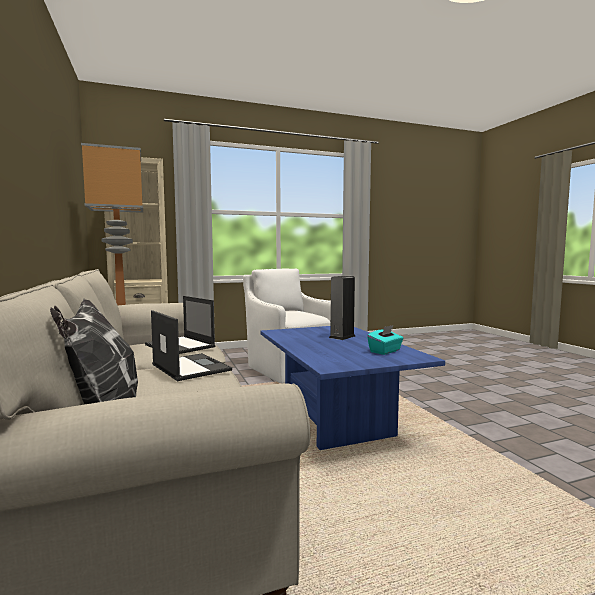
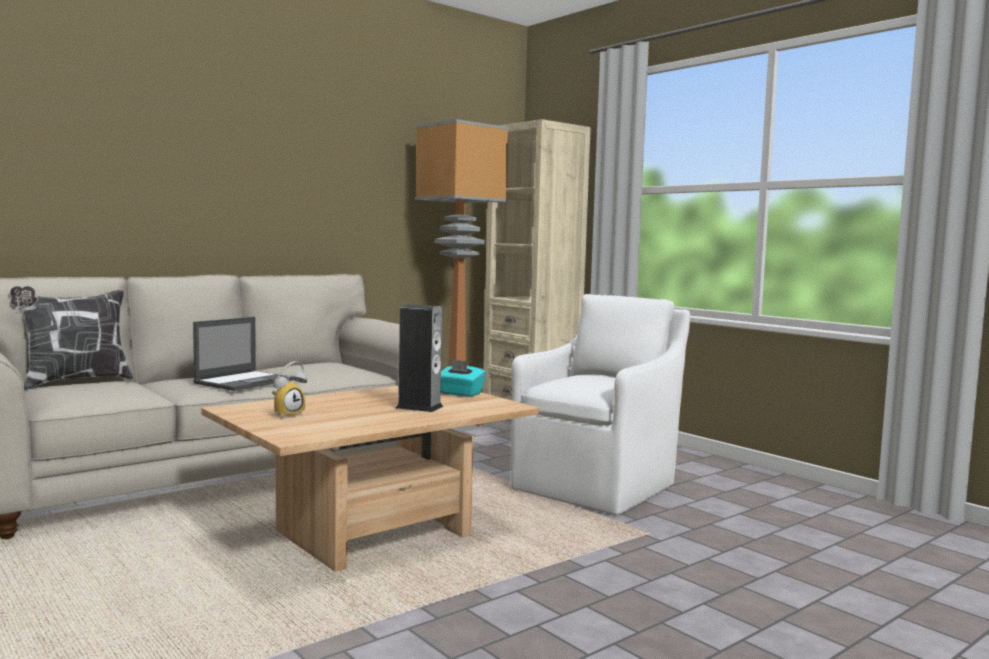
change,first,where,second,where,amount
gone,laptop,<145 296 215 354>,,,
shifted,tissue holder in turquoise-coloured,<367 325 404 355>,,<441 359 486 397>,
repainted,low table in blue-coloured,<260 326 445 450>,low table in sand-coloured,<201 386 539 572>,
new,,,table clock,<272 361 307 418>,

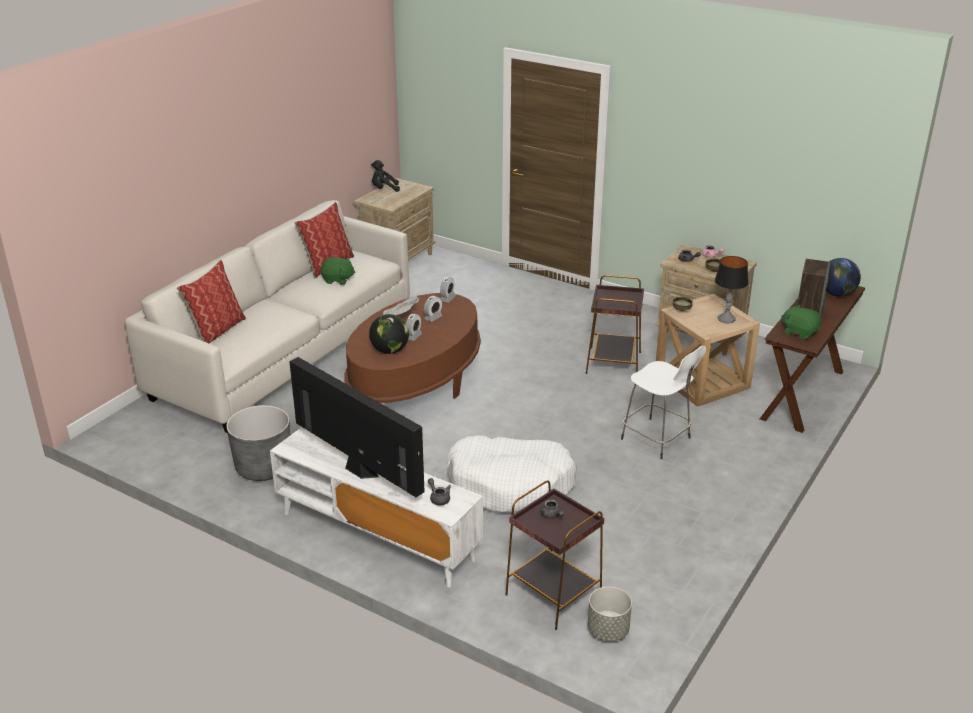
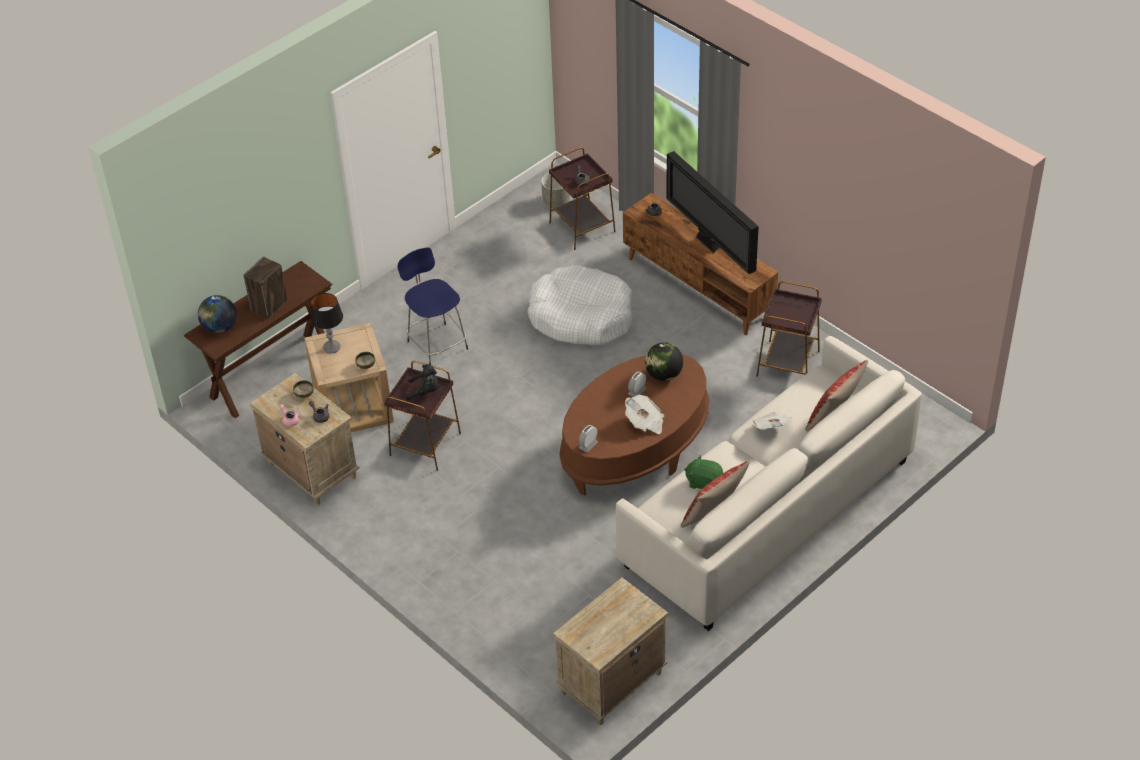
change,first,where,second,where,amount
shifted,soft toy in black,<371 160 400 192>,,<405 364 439 400>,
gone,table clock,<424 296 443 322>,,,
gone,soft toy in green-coloured,<782 305 821 340>,,,
repainted,stool in white-coloured,<621 346 706 459>,stool in blue-coloured,<398 247 468 365>,
swapped,plant pot in gray,<226 405 290 481>,end table in brown-coloured,<756 281 822 377>,
repainted,media console in white-coloured,<270 427 483 588>,media console in brown-coloured,<623 193 778 335>,
new,,,printed paper,<753 412 792 430>,

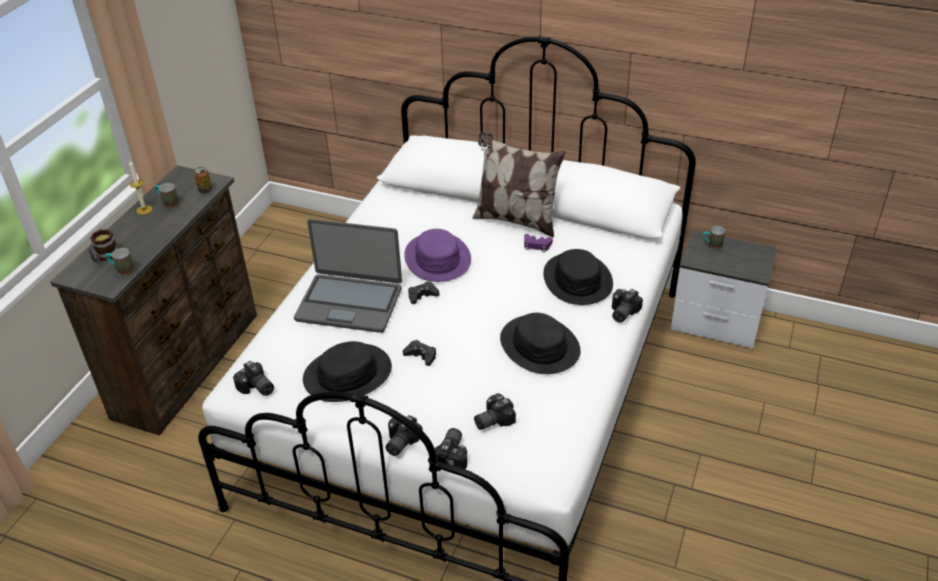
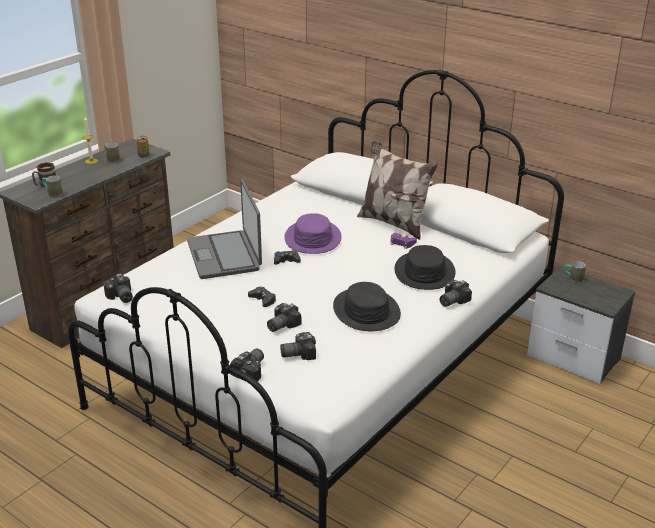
change,first,where,second,where,amount
rotated,laptop,<294 219 402 333>,,<187 179 262 279>,45 degrees clockwise
gone,clothing hat in black,<303 341 392 402>,,,
shifted,still camera,<385 415 423 456>,,<267 303 301 332>,

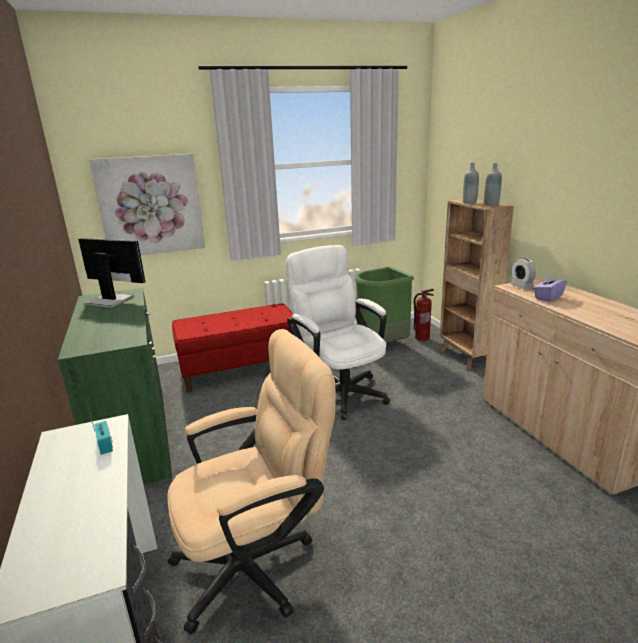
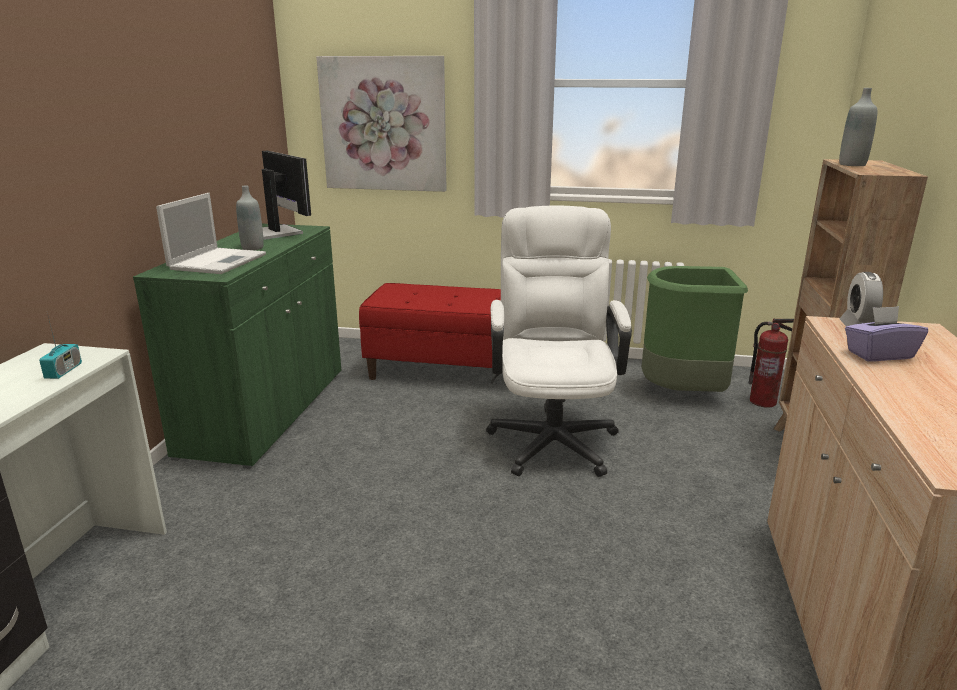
change,first,where,second,where,amount
shifted,beverage bottle in gray,<484 163 502 206>,,<236 185 264 250>,
gone,office chair in sand-coloured,<167 329 335 634>,,,
new,,,laptop,<156 193 266 274>,

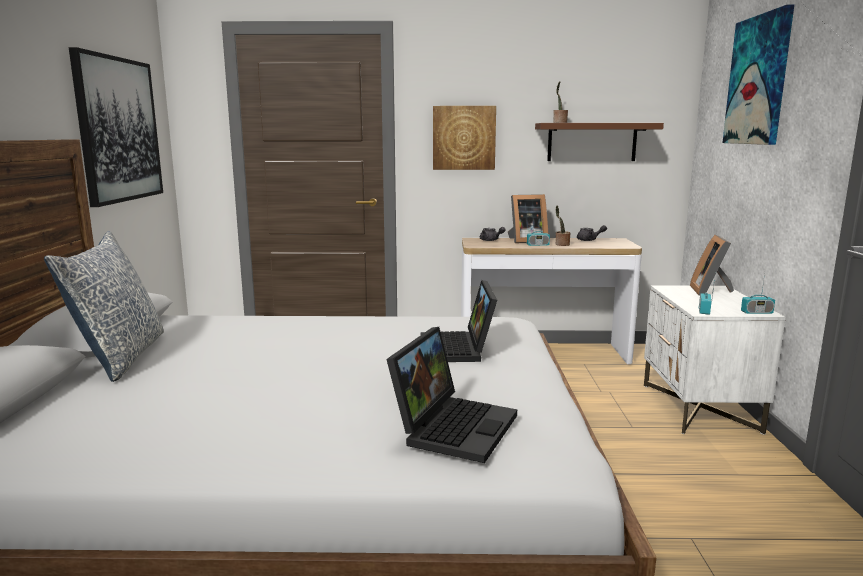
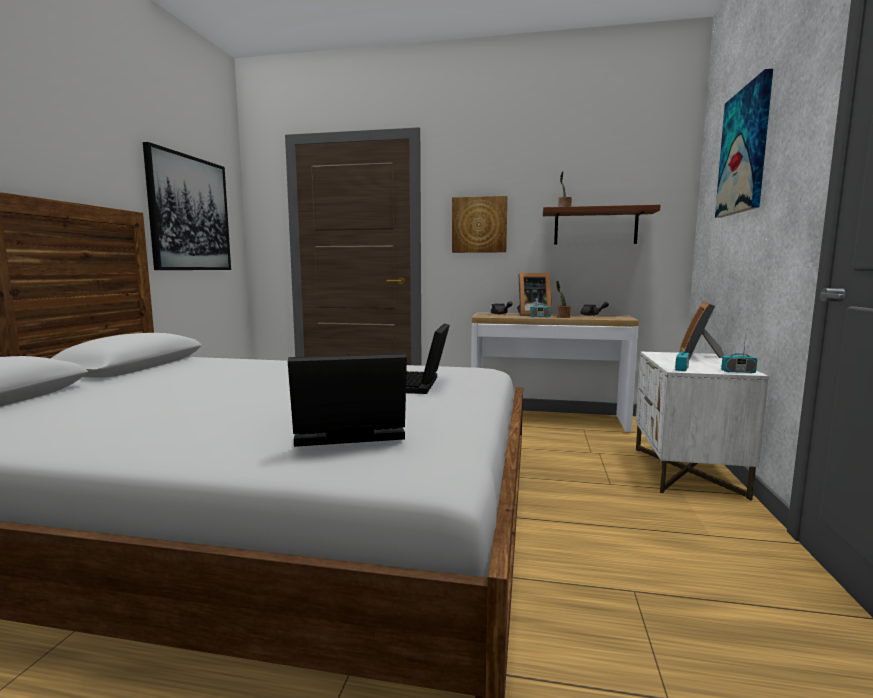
change,first,where,second,where,amount
gone,throw pillow,<44 231 164 382>,,,
rotated,laptop,<386 327 517 463>,,<288 353 407 447>,135 degrees counterclockwise

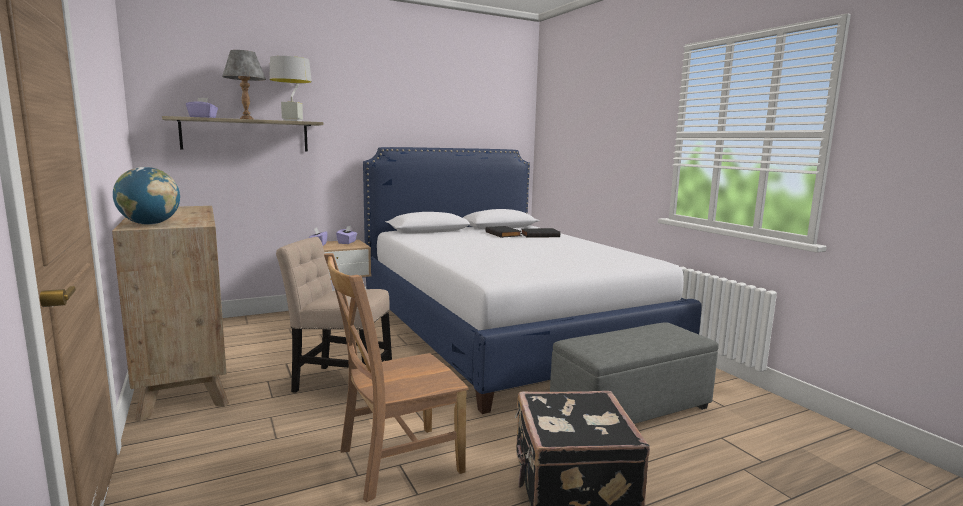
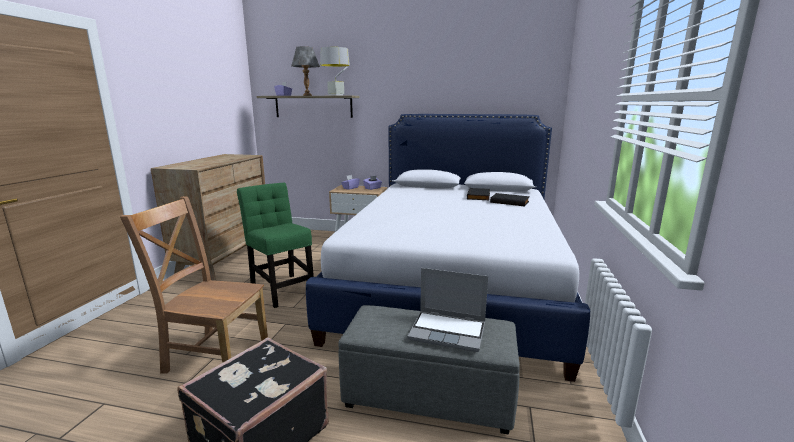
change,first,where,second,where,amount
gone,desk globe,<113 167 180 225>,,,
repainted,upright chair in sand-coloured,<276 237 392 393>,upright chair in green-coloured,<237 183 314 308>,
new,,,laptop,<407 268 488 352>,

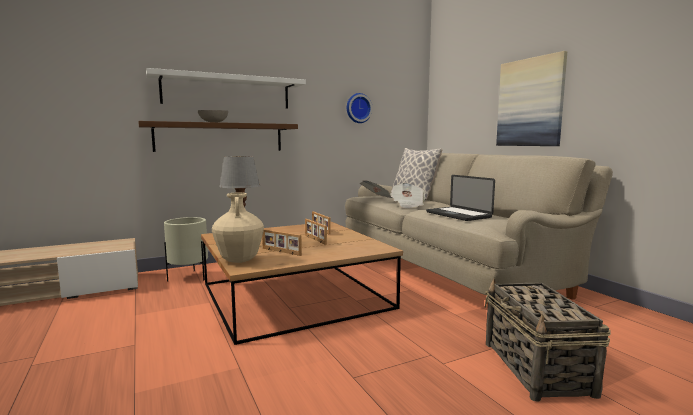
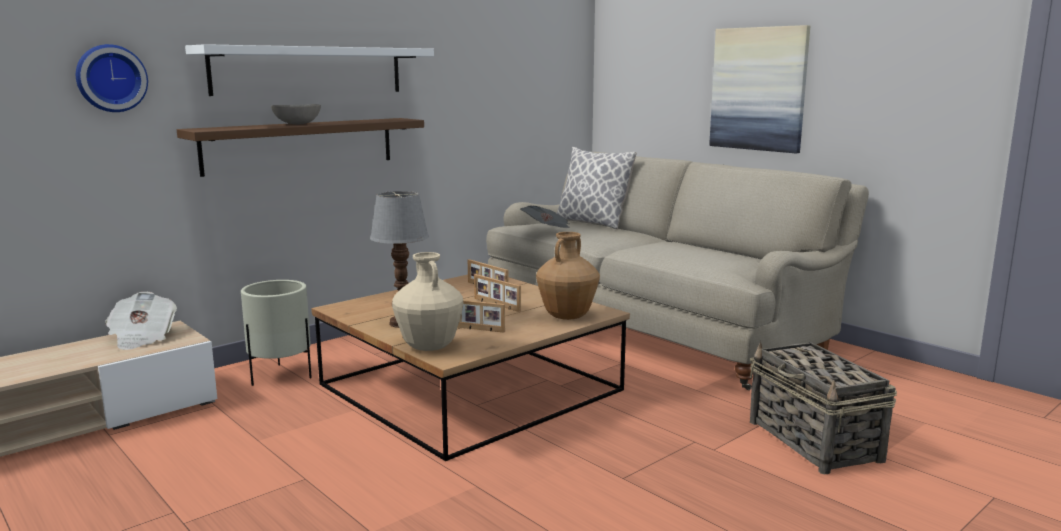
change,first,where,second,where,amount
shifted,clock on the wall,<347 93 373 123>,,<76 44 148 112>,
gone,laptop,<426 175 495 221>,,,
shifted,printed paper,<390 183 425 208>,,<105 292 177 350>,
new,,,flower vase in brown-coloured,<536 232 600 320>,

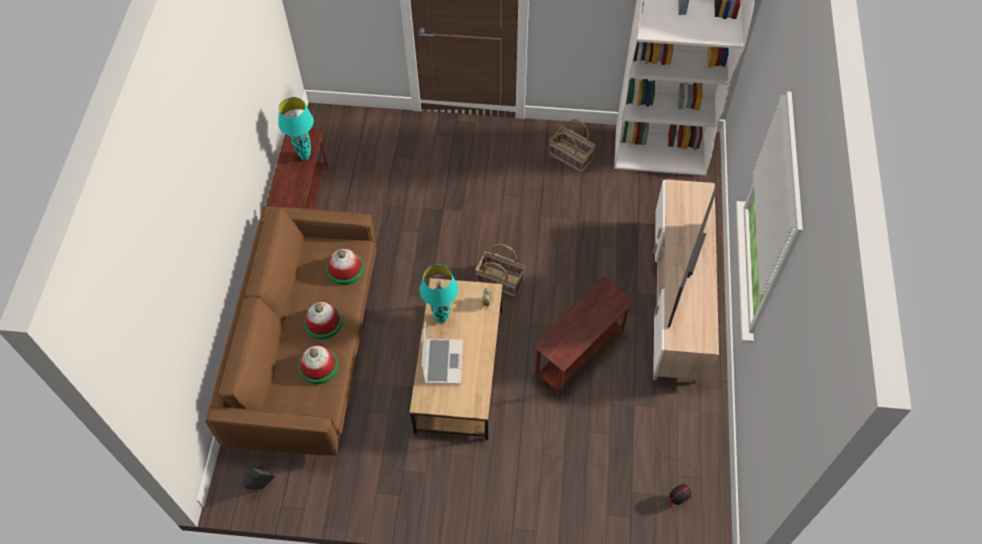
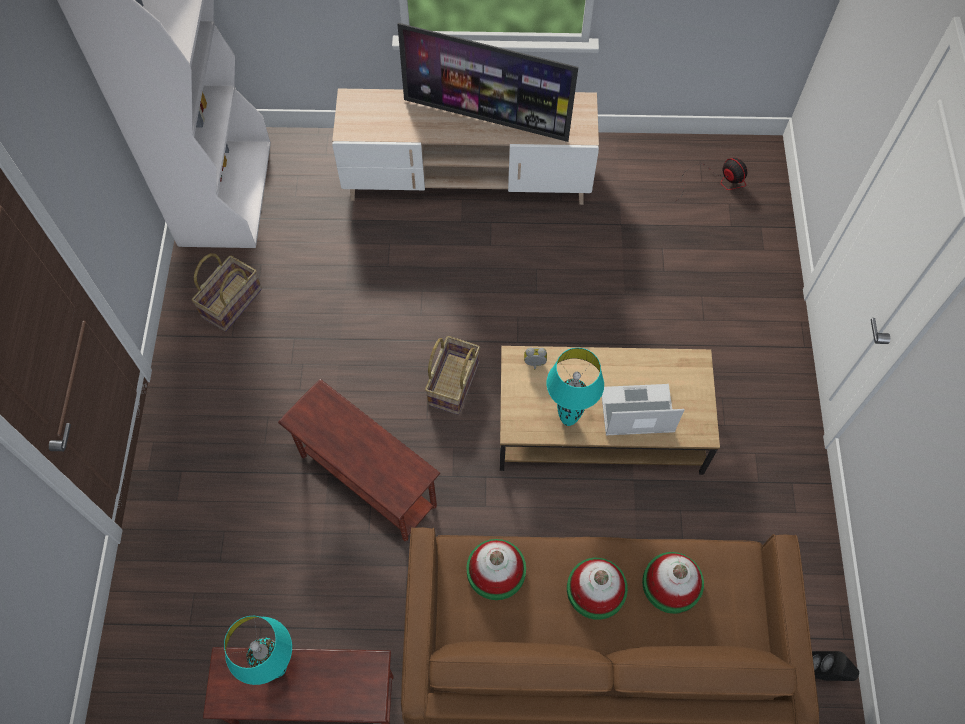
change,first,where,second,where,amount
shifted,end table in brown-coloured,<532 276 636 395>,,<278 379 440 541>,

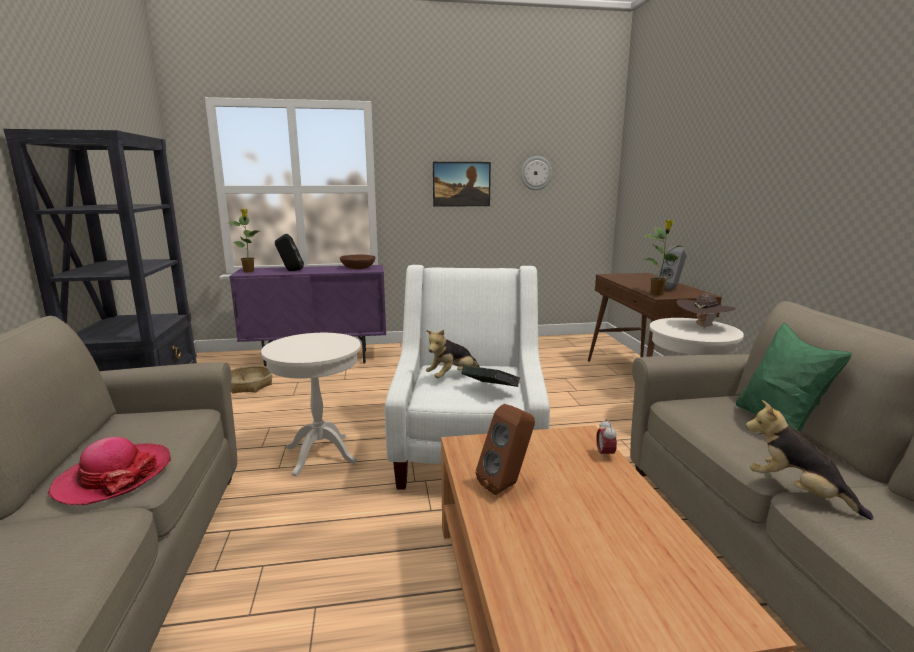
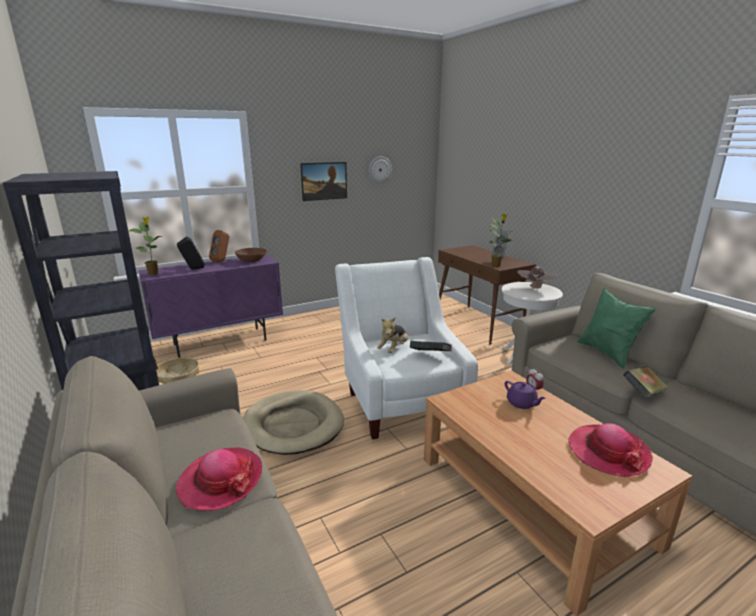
change,first,where,second,where,amount
swapped,end table in white-coloured,<261 333 361 476>,pet bed in sand-coloured,<243 390 344 455>,
swapped,soft toy,<746 400 873 520>,bound book,<623 366 669 398>,
shifted,loudspeaker in brown-coloured,<476 404 535 495>,,<209 230 229 262>,
new,,,pot for tea in purplish,<505 381 546 409>,
new,,,clothing hat,<568 423 653 477>,

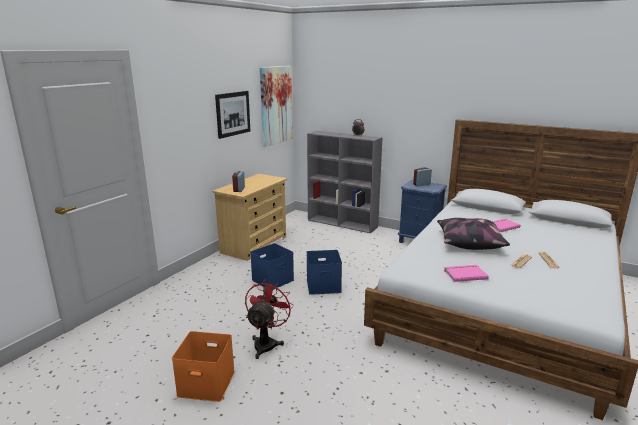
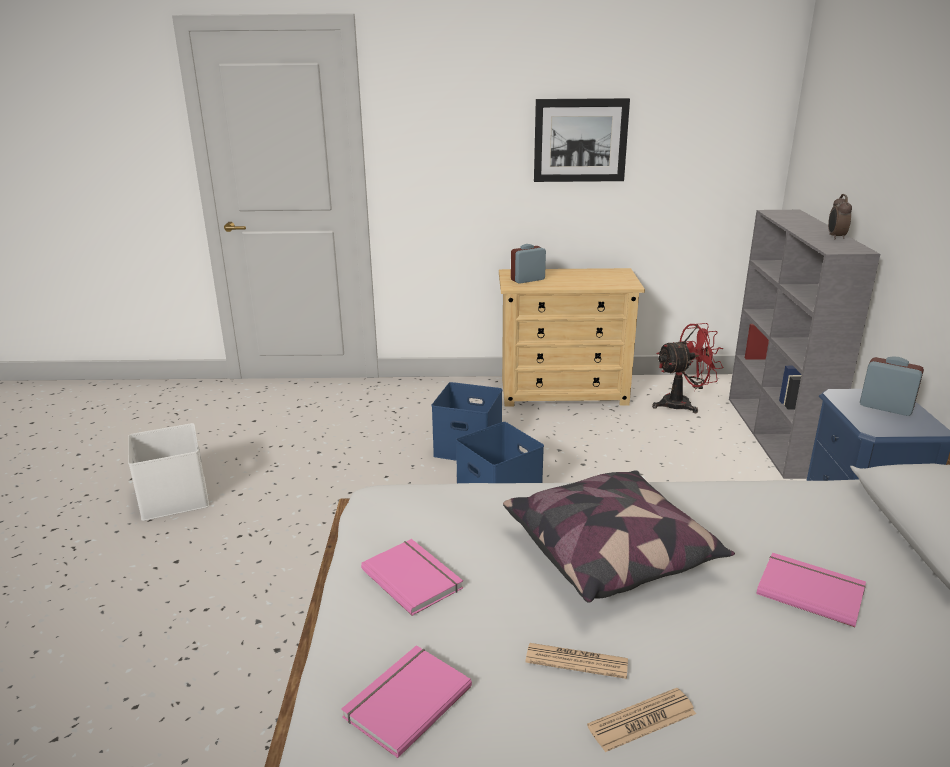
change,first,where,second,where,amount
gone,picture,<260 66 293 147>,,,
shifted,fan in reddish,<245 279 294 359>,,<652 323 723 413>,
repainted,storage box in orangey,<172 331 235 402>,storage box in white-coloured,<128 423 209 521>,
new,,,bound book in pink,<341 645 472 758>,

